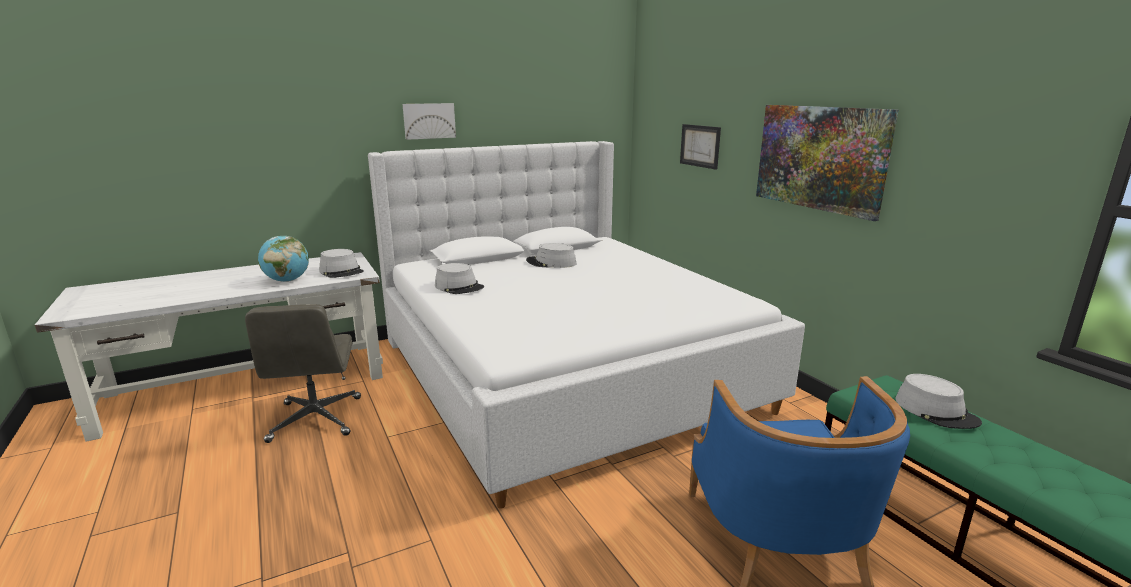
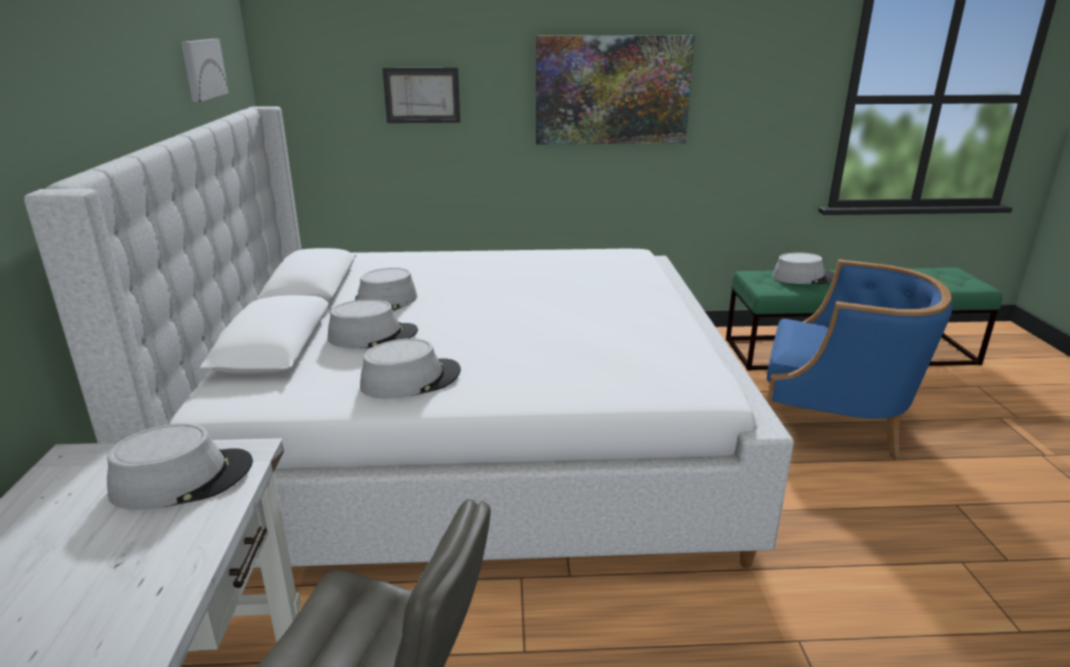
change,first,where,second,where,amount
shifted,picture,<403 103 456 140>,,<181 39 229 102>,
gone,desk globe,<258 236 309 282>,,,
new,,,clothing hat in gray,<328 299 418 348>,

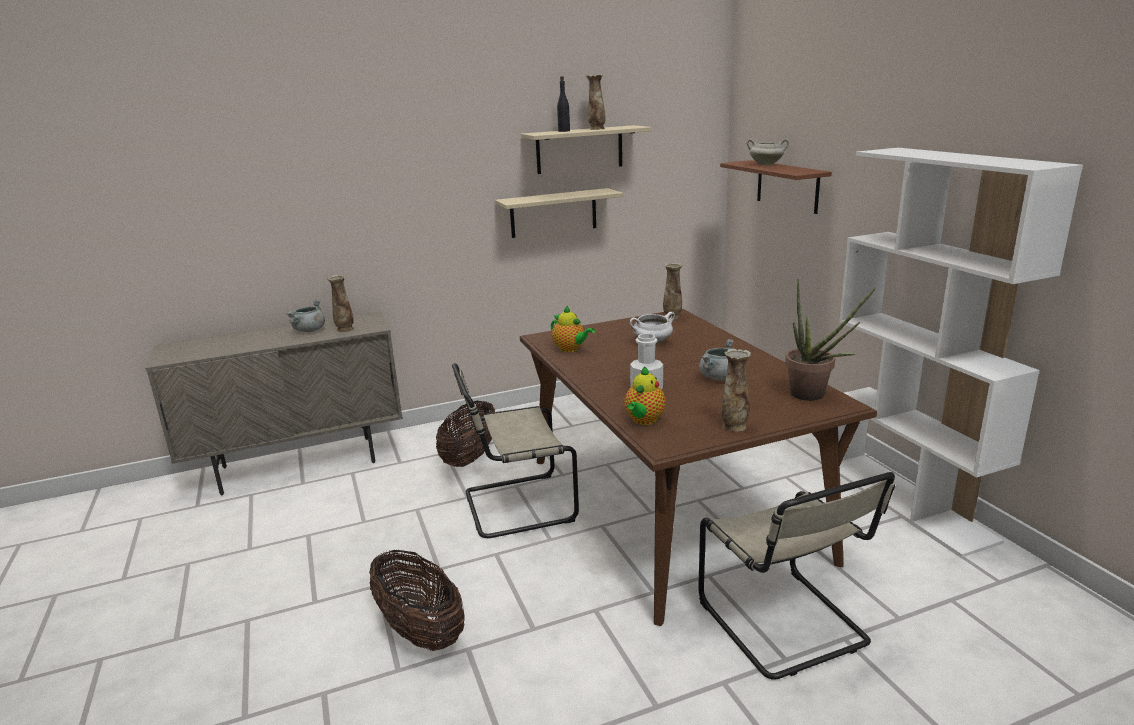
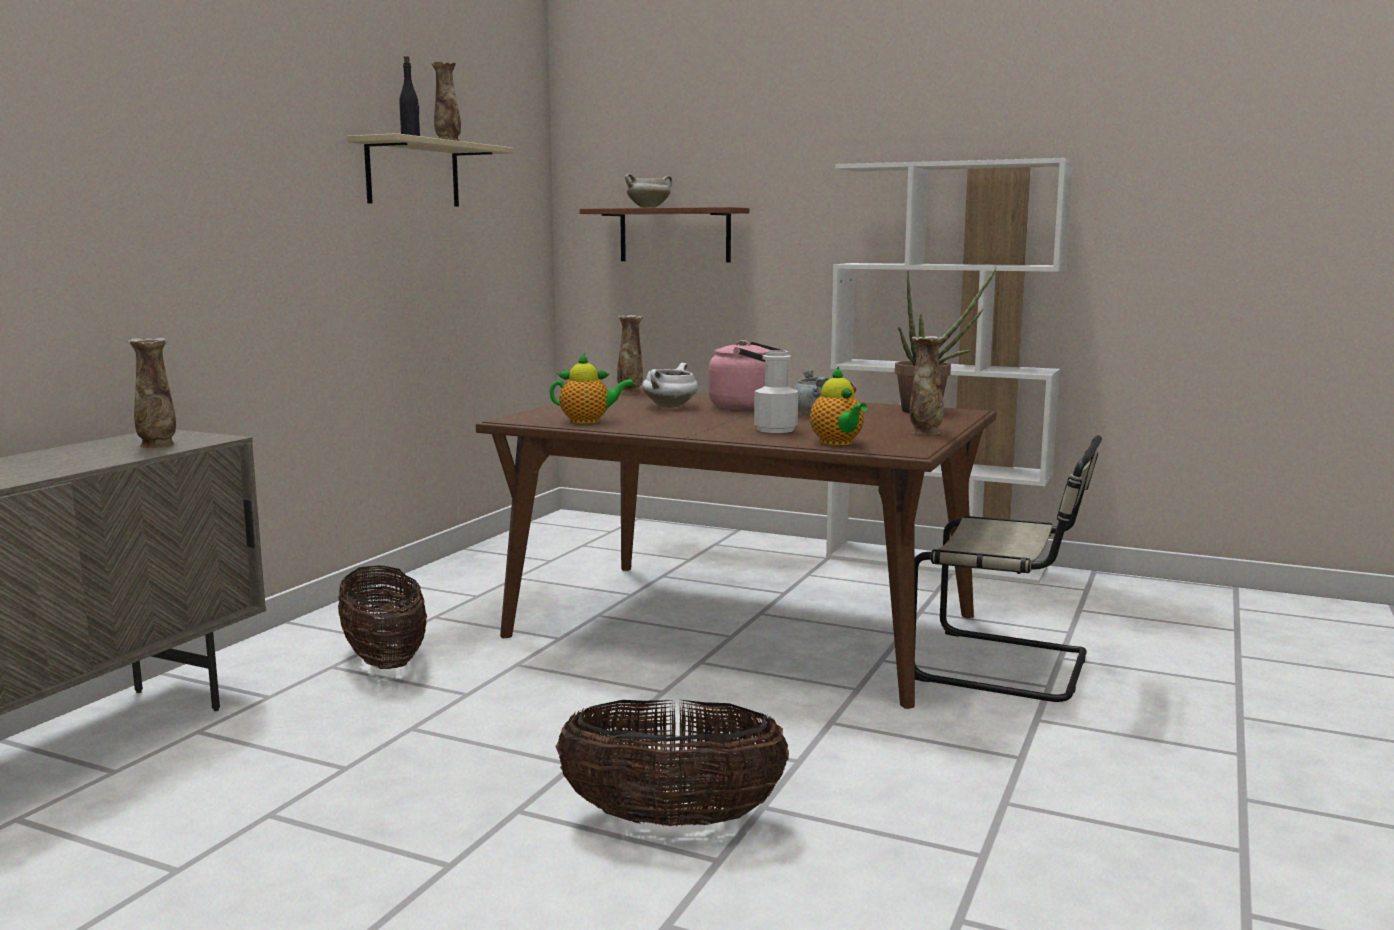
change,first,where,second,where,amount
gone,wall shelf in sand-coloured,<495 188 624 238>,,,
gone,saucepot in gray,<286 299 325 332>,,,
gone,upright chair in sand-coloured,<452 363 579 538>,,,
new,,,tea kettle in pink,<709 340 785 410>,

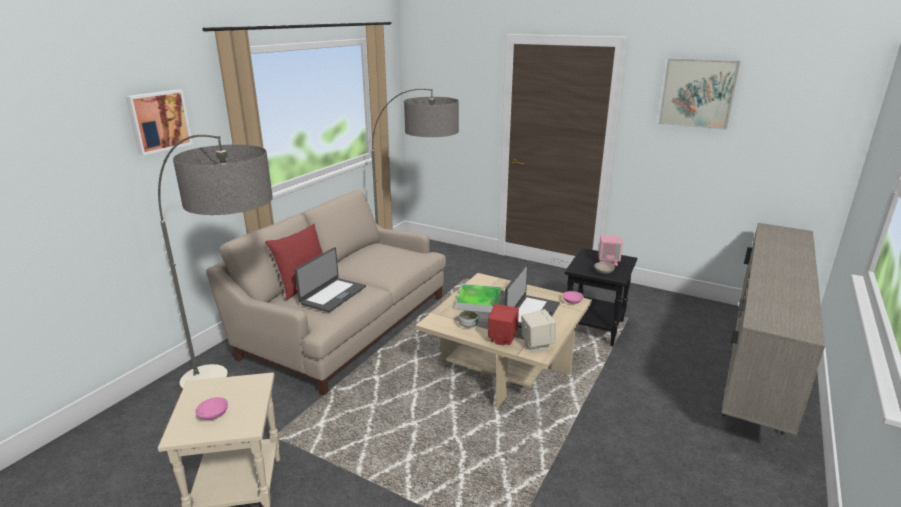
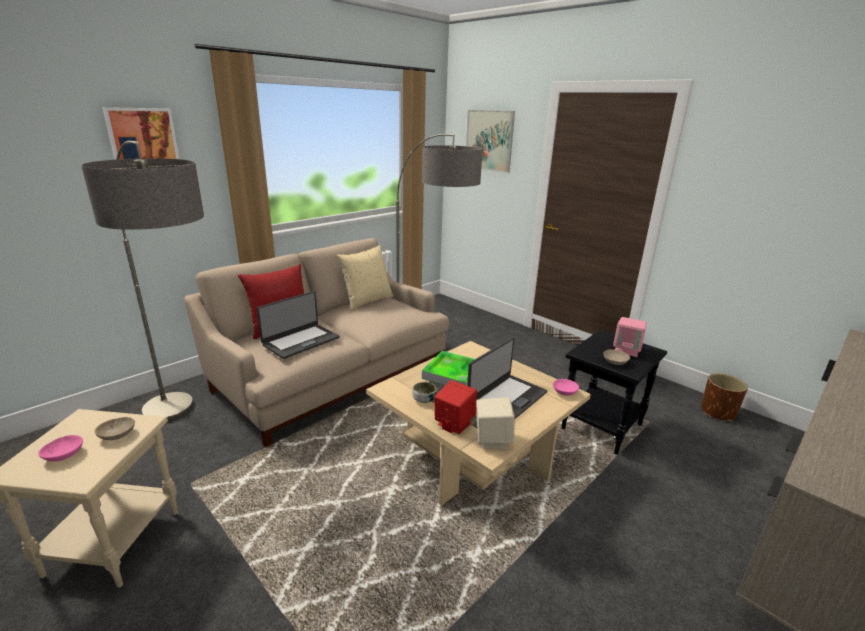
change,first,where,second,where,amount
shifted,picture,<658 58 740 130>,,<466 110 515 173>,
new,,,throw pillow in sand-coloured,<337 245 393 311>,
new,,,plant pot in brown-coloured,<701 373 748 421>,
new,,,bowl in sand-coloured,<95 417 135 440>,

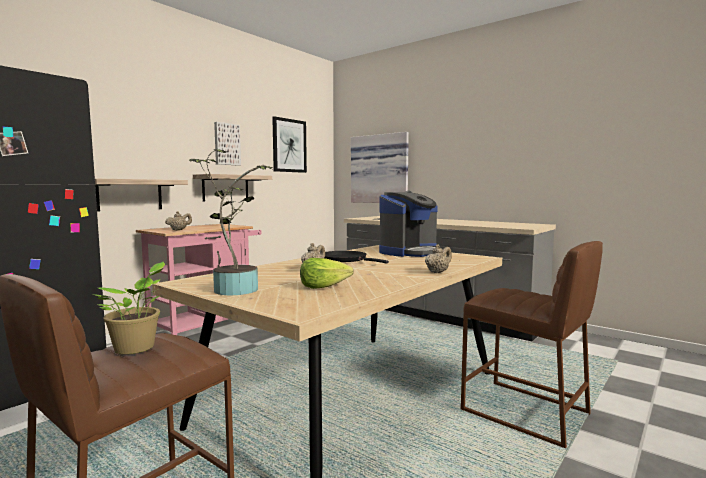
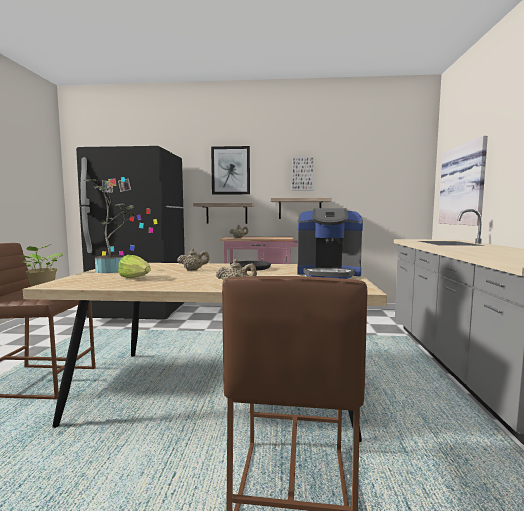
change,first,where,second,where,amount
shifted,picture,<272 116 307 173>,,<211 146 250 195>,

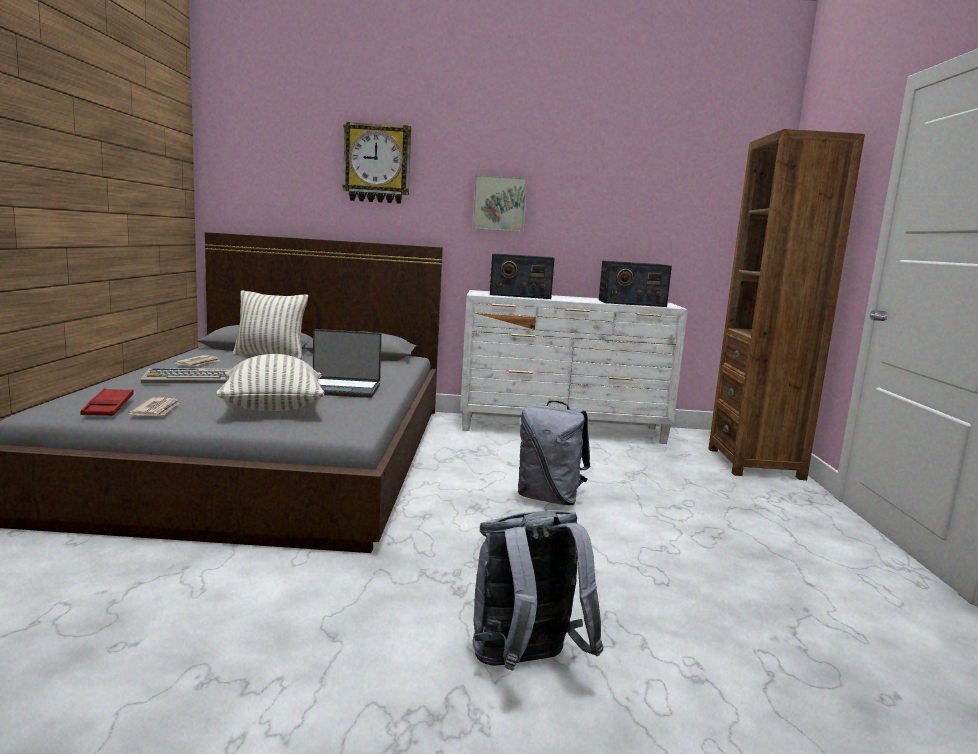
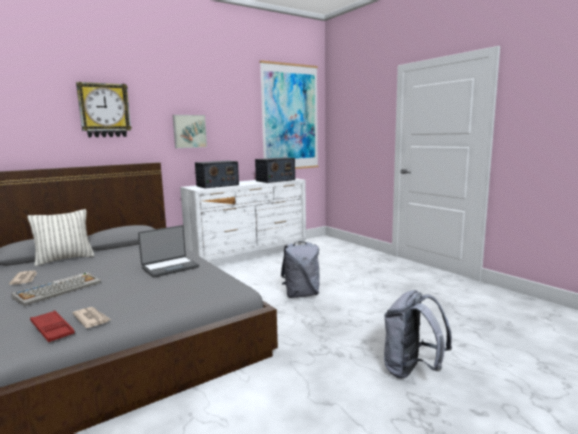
change,first,where,second,where,amount
gone,shelving unit in brown-coloured,<708 129 865 480>,,,
gone,throw pillow,<216 354 324 411>,,,
new,,,picture,<259 60 319 169>,

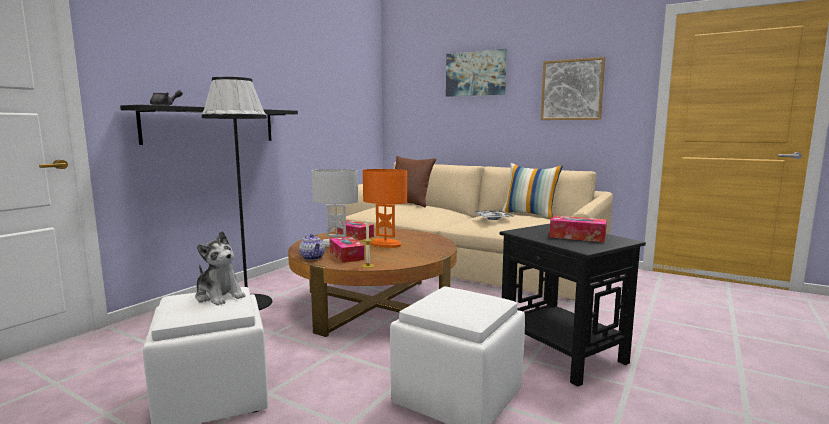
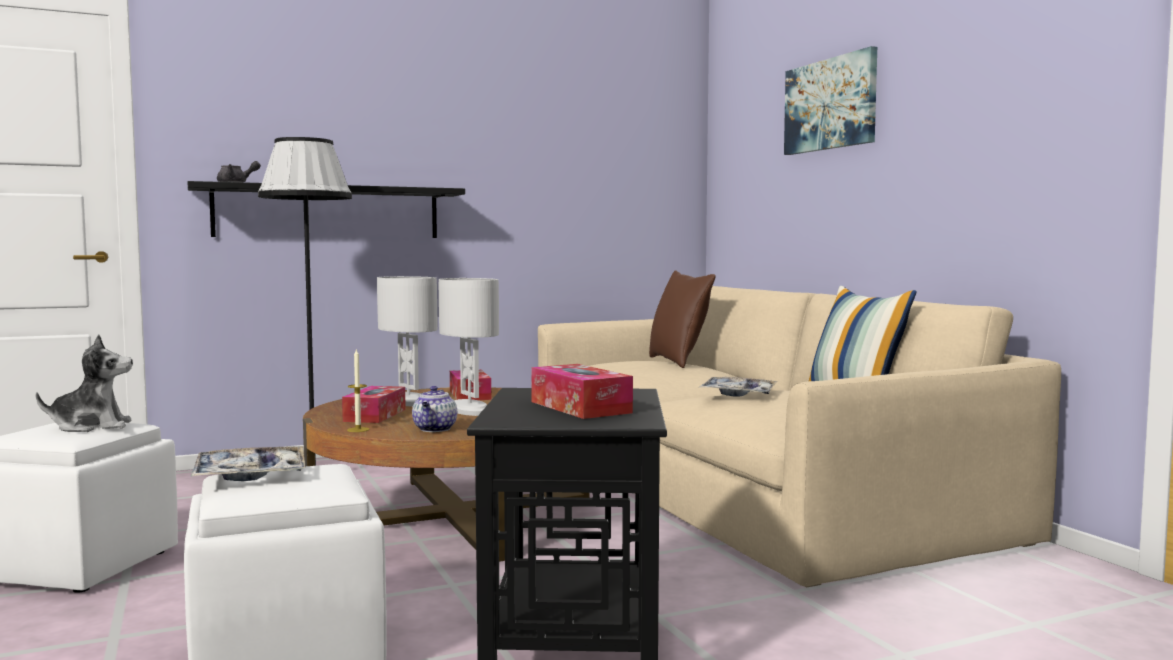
change,first,where,second,where,amount
gone,picture,<541 57 605 120>,,,
repainted,table lamp in orangey,<363 169 407 248>,table lamp in white-coloured,<439 278 499 416>,
rotated,soft toy,<195 231 246 306>,,<36 335 133 432>,90 degrees counterclockwise
shifted,pot for tea,<299 234 325 260>,,<412 386 457 432>,
new,,,tray,<191 446 305 481>,

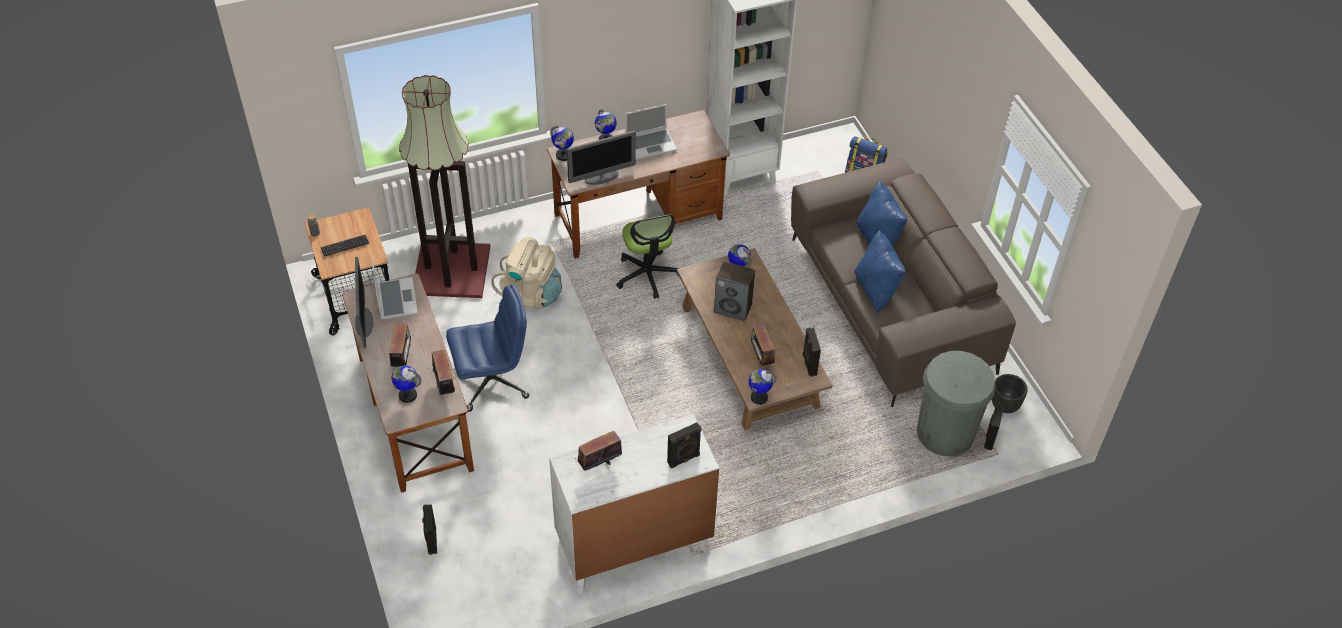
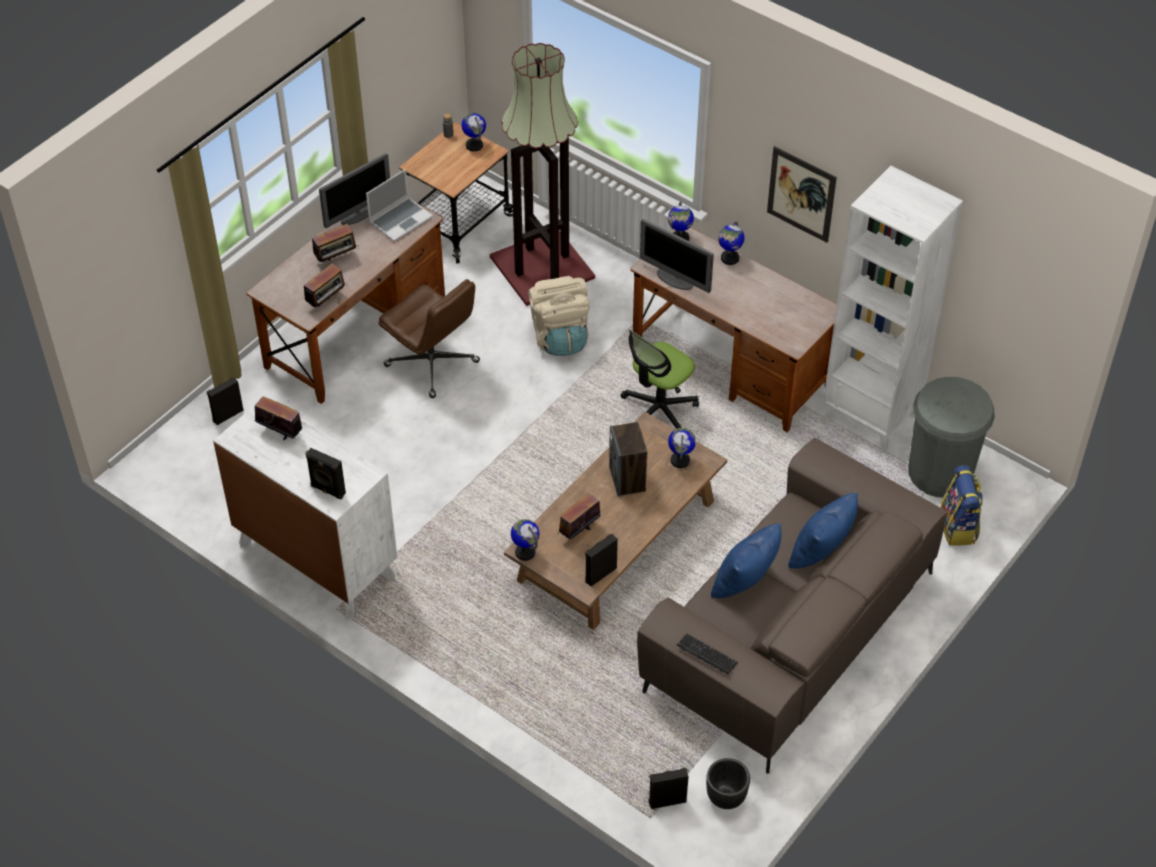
change,first,where,second,where,amount
gone,laptop,<625 104 677 160>,,,
shifted,keyboard,<320 235 369 257>,,<677 633 738 674>,
repainted,office chair in blue-coloured,<446 285 529 412>,office chair in brown-coloured,<378 279 480 398>,
shifted,rubbish bin in gray,<917 351 996 456>,,<908 377 995 498>,
shifted,desk globe,<392 365 422 403>,,<462 113 486 151>,
new,,,picture,<767 146 837 243>,

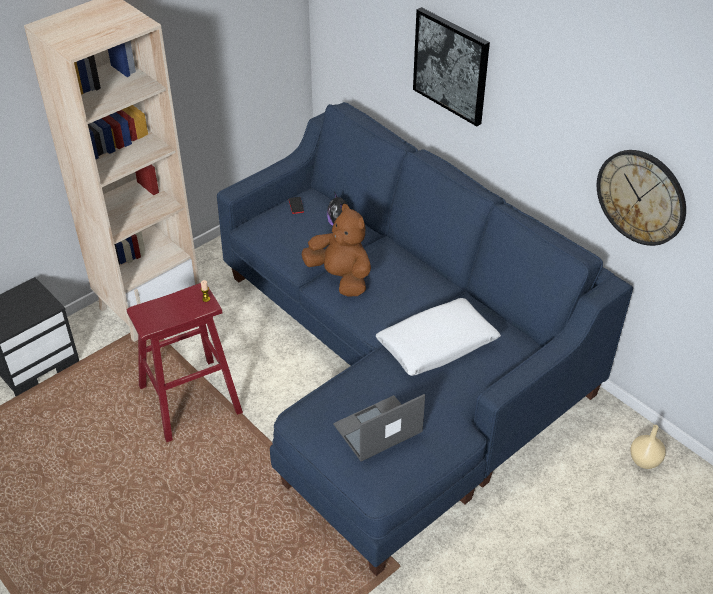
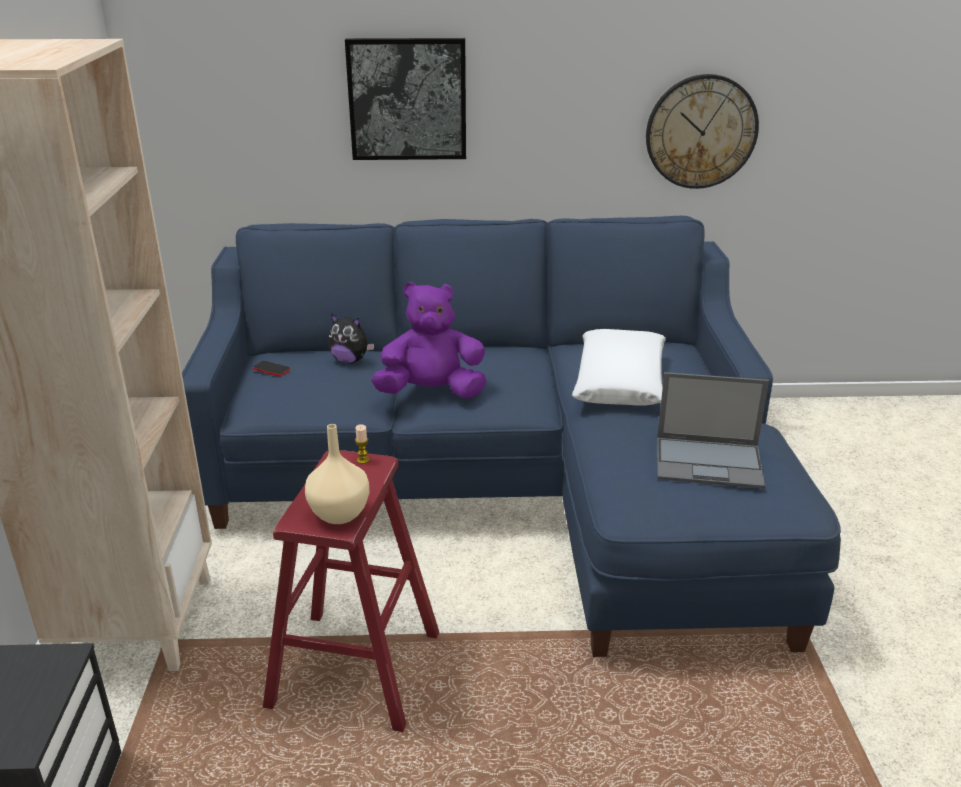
change,first,where,second,where,amount
repainted,soft toy in brown-coloured,<302 204 371 297>,soft toy in purplish,<371 282 486 398>,
rotated,laptop,<333 394 425 461>,,<657 372 769 489>,90 degrees counterclockwise
shifted,flower vase in sand-coloured,<630 425 666 469>,,<305 424 370 524>,

